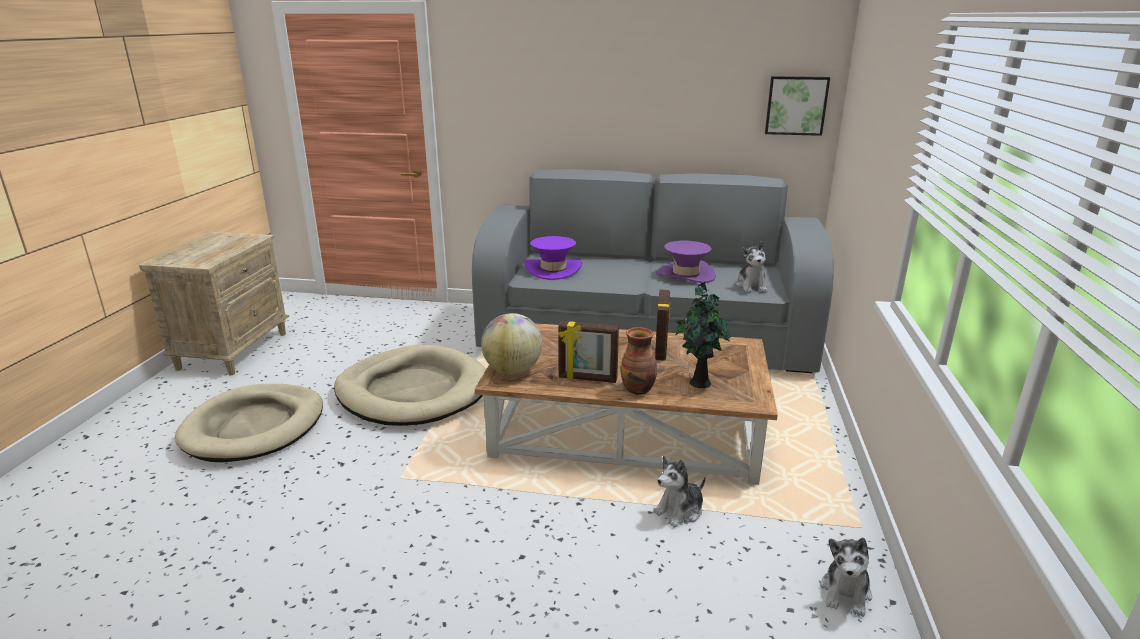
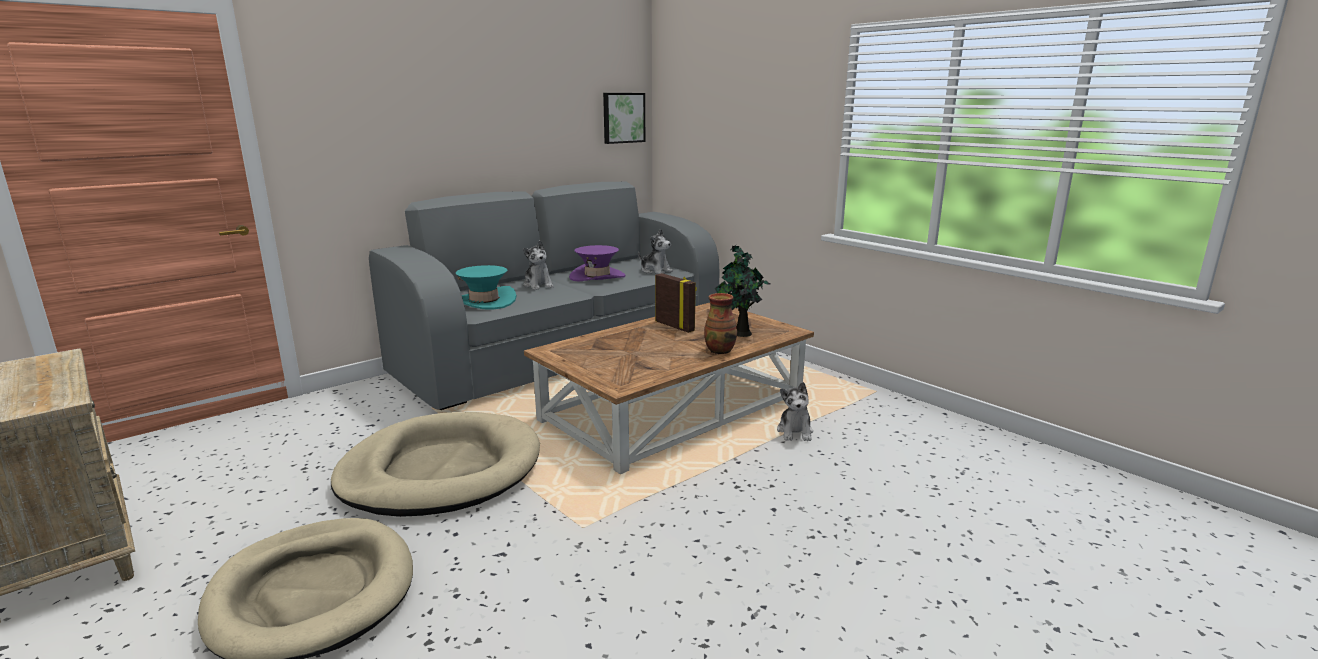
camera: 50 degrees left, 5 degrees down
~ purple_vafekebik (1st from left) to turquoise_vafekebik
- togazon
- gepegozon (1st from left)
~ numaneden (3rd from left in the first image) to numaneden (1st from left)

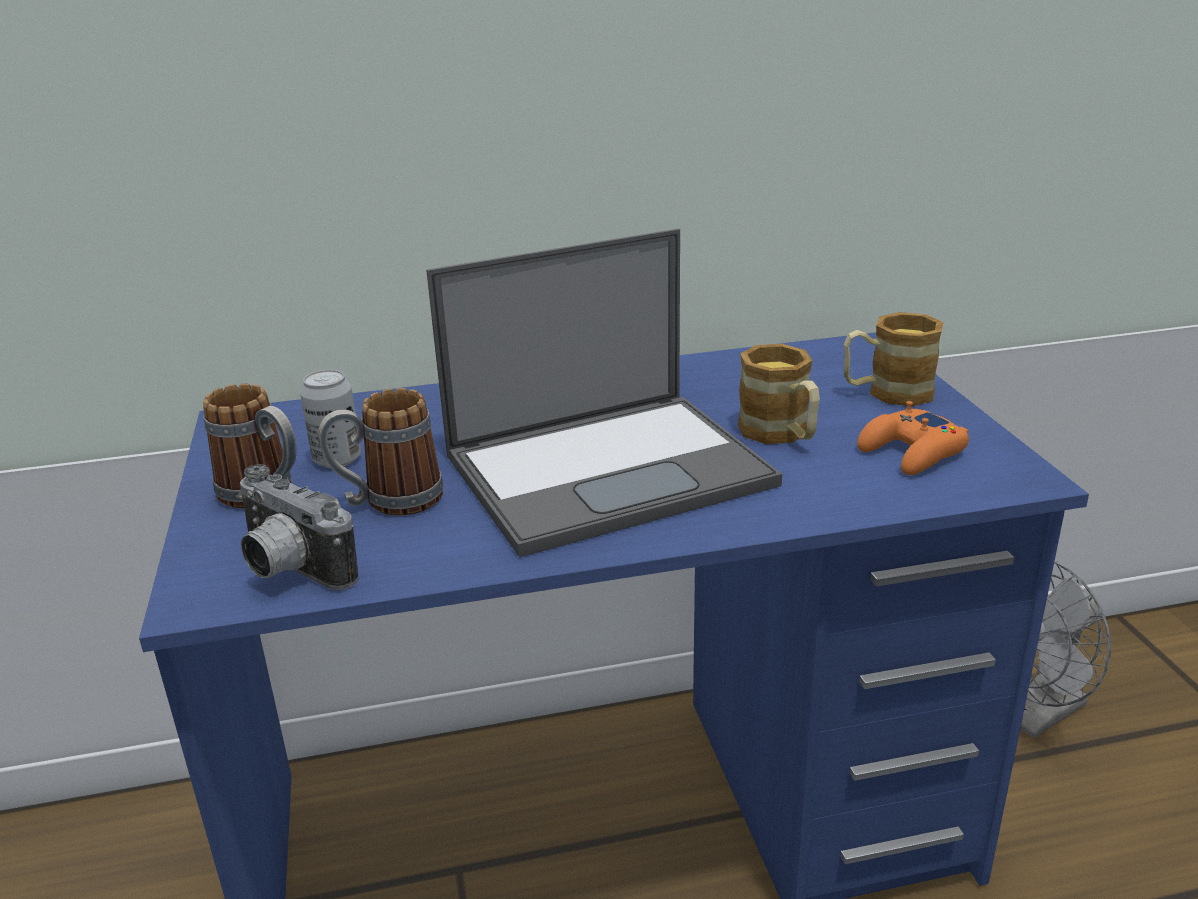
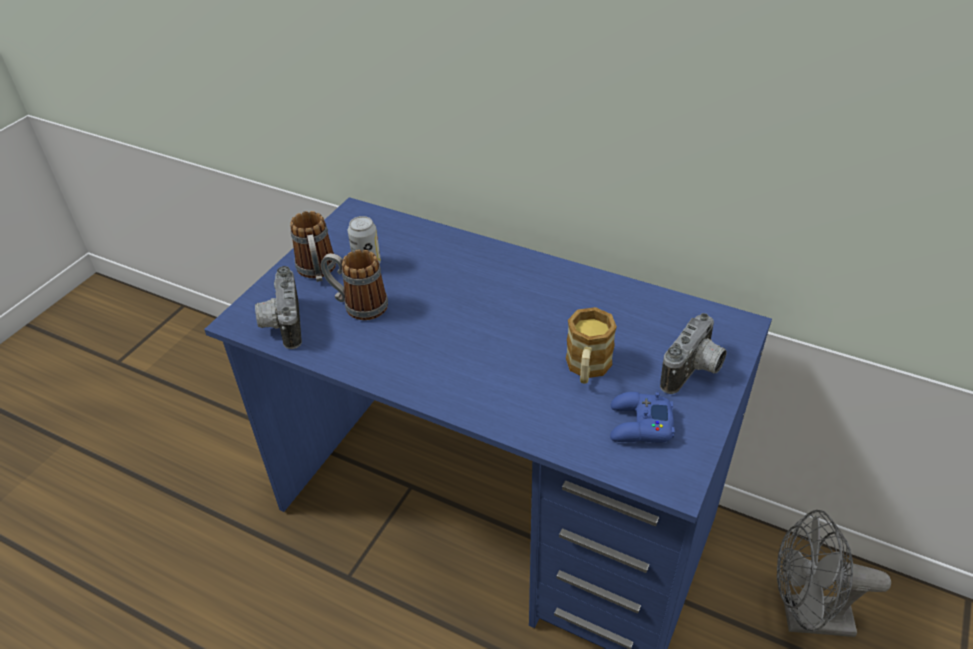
camera: 40 degrees right, 15 degrees up
- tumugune
~ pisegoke (4th from left) to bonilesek (2nd from left)
~ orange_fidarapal to blue_fidarapal

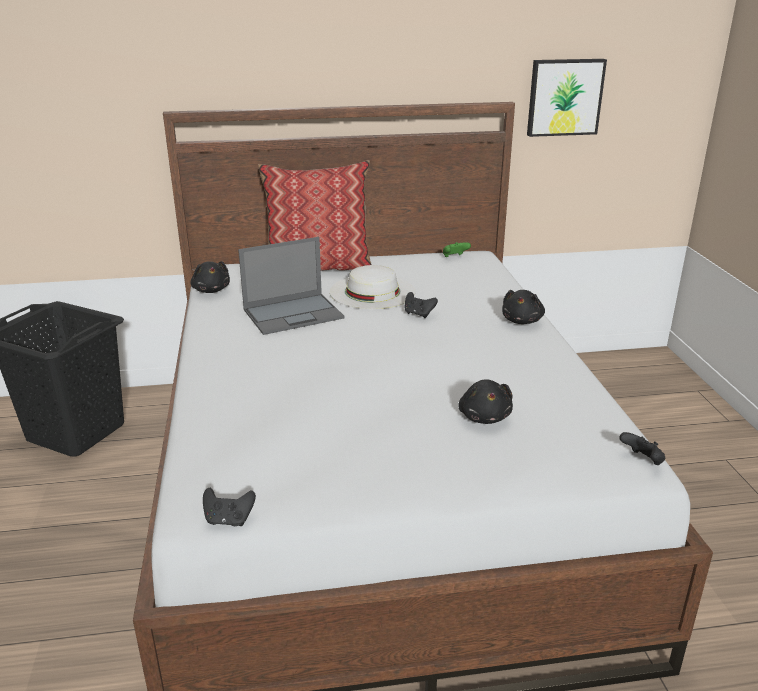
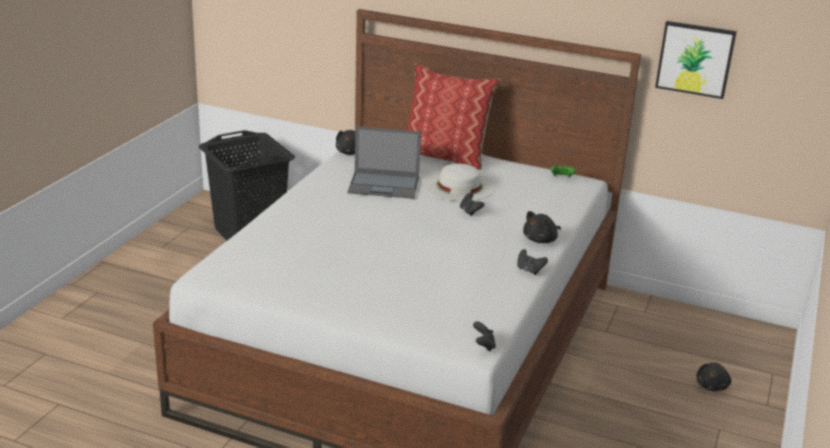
camera: 30 degrees right, 0 degrees up
~ black_numaneden (2nd from left in the first image) to black_numaneden (3rd from left)
~ black_fidarapal (1st from left in the first image) to black_fidarapal (3rd from left)

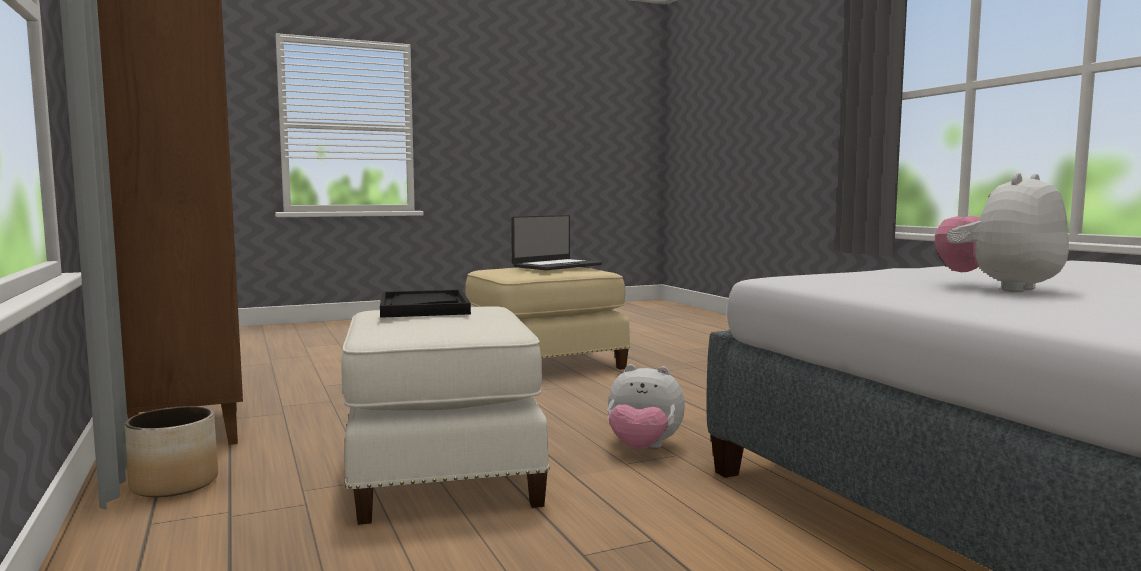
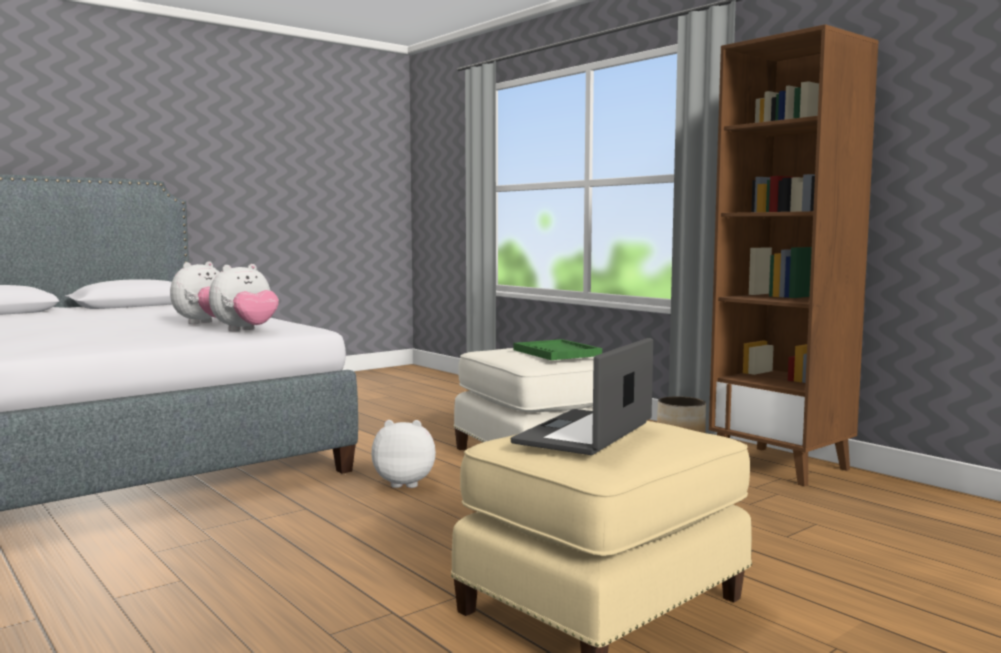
camera: 165 degrees right, 0 degrees up
~ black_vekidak to green_vekidak
+ numaneden (2nd from left)

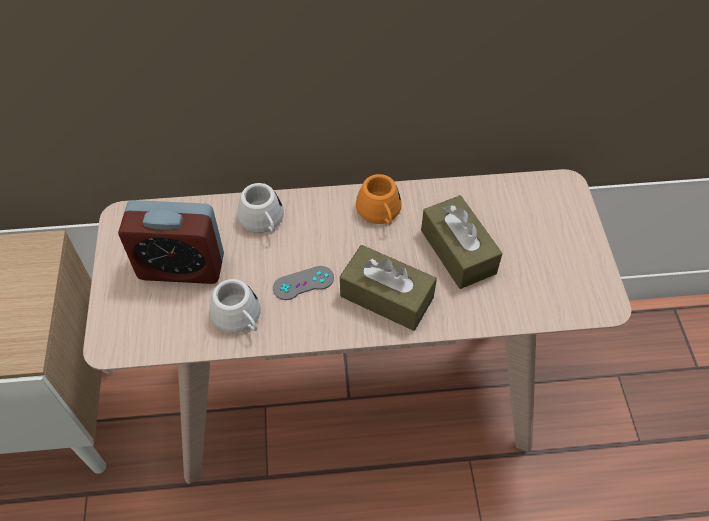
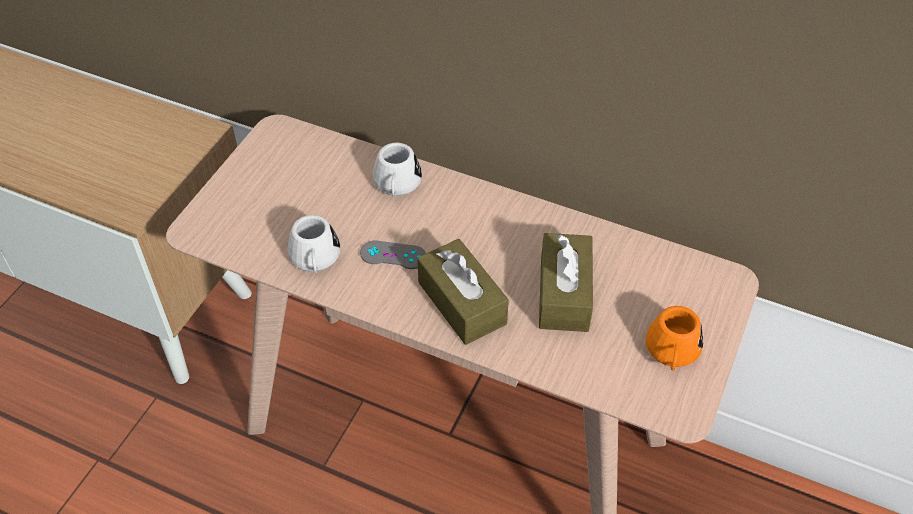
camera: 30 degrees right, 5 degrees down
~ orange_pisegoke
- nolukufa

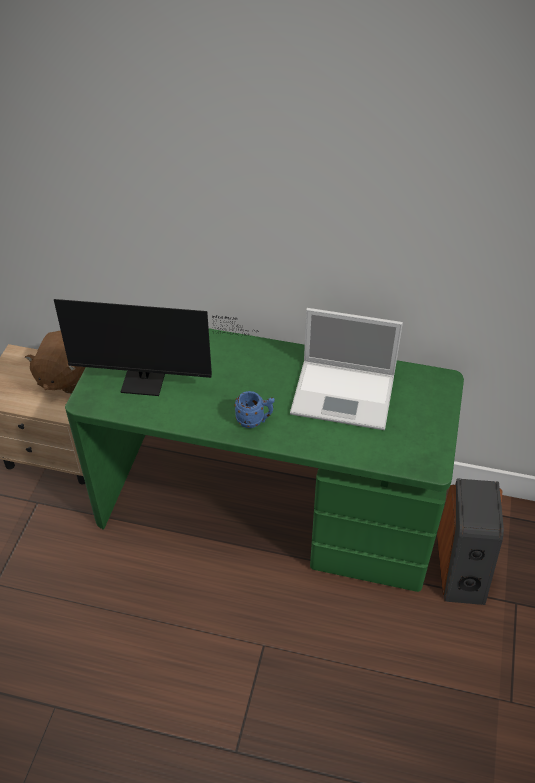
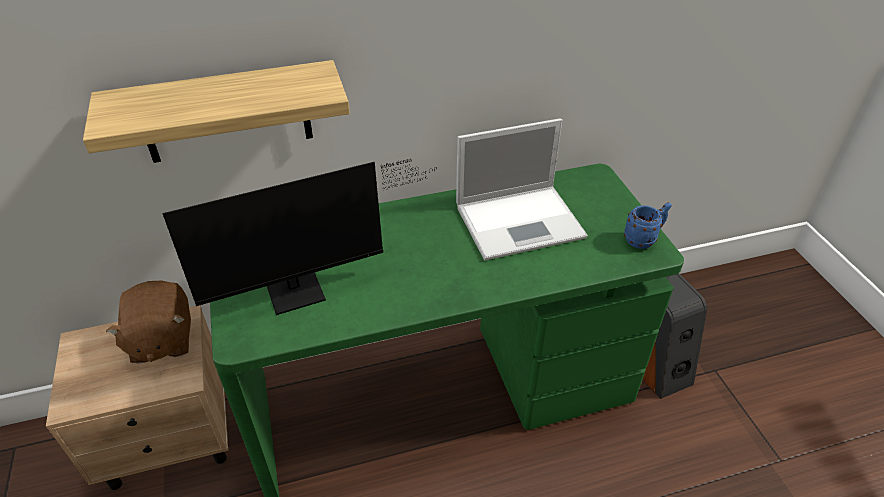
camera: 30 degrees left, 5 degrees down
~ blue_pisegoke
+ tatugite

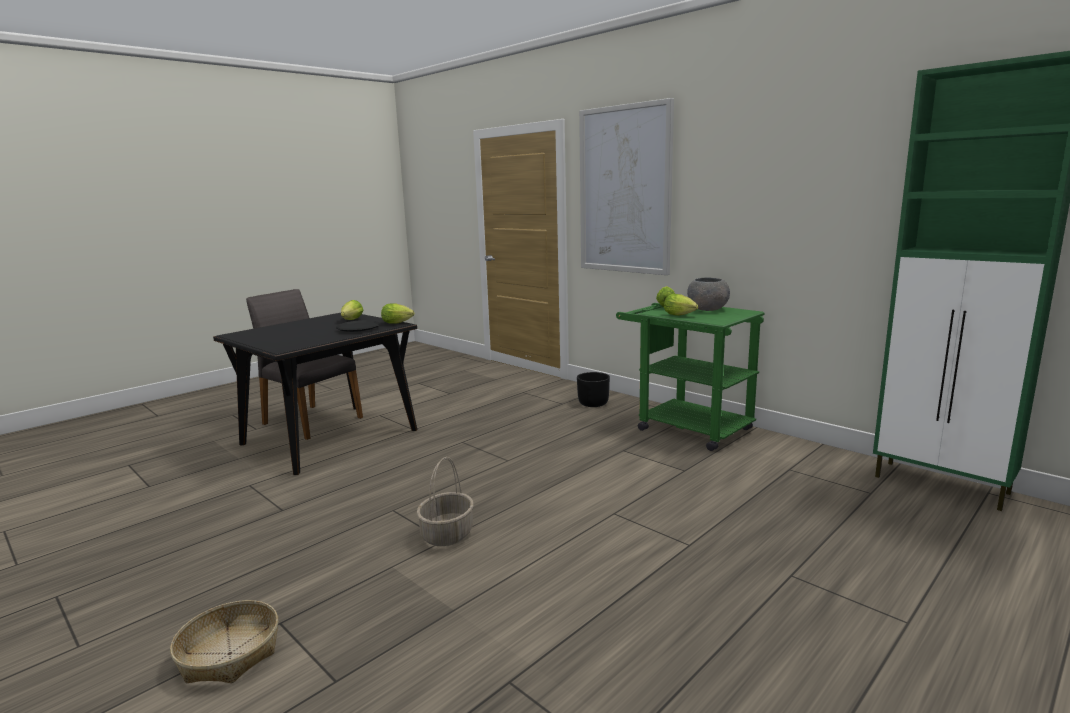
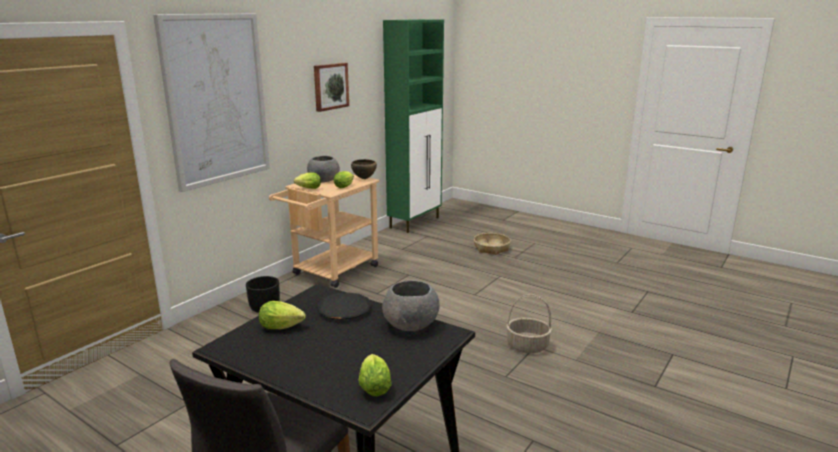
camera: 100 degrees left, 5 degrees up
~ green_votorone to beige_votorone
~ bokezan (2nd from left in the first image) to bokezan (4th from left)
~ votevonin (1st from left)
+ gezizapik (2nd from left)
+ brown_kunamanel
+ grey_kunamanel (2nd from left)

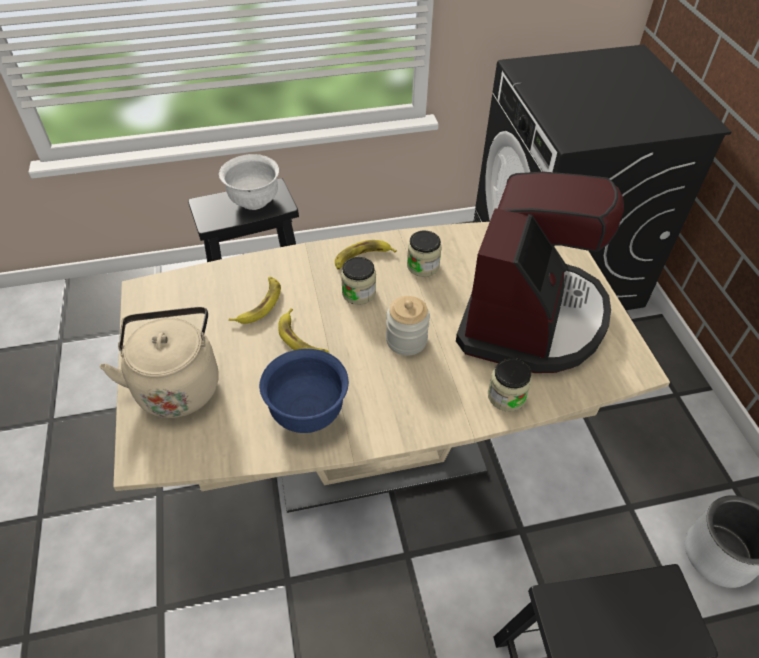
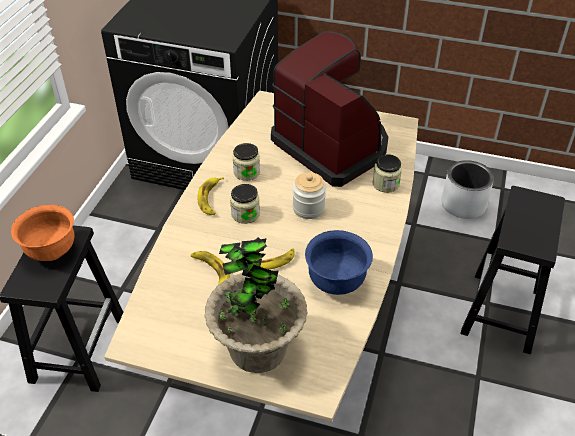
camera: 60 degrees left, 5 degrees down
~ white_kunamanel to orange_kunamanel
~ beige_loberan to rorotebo

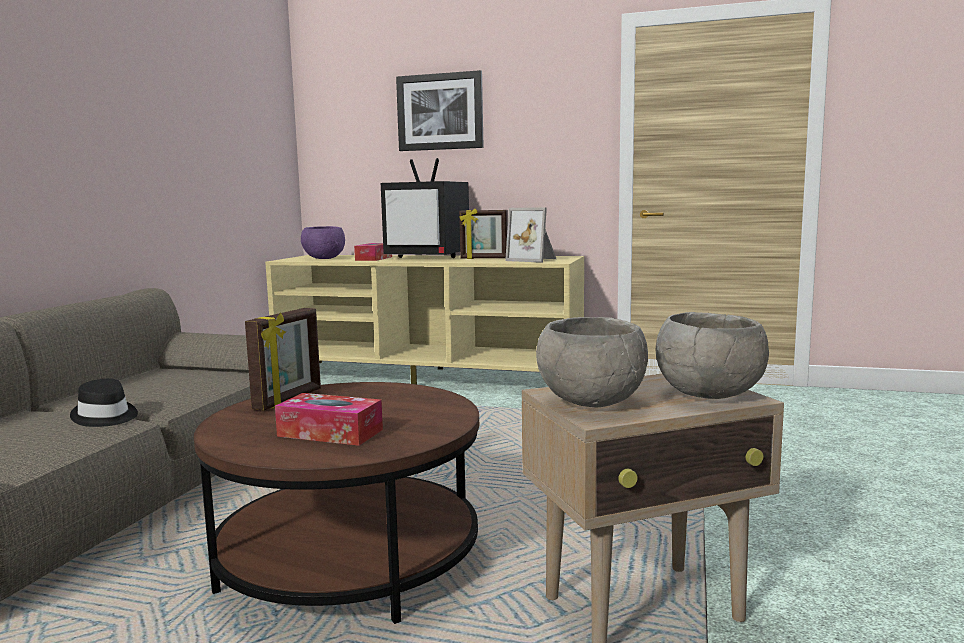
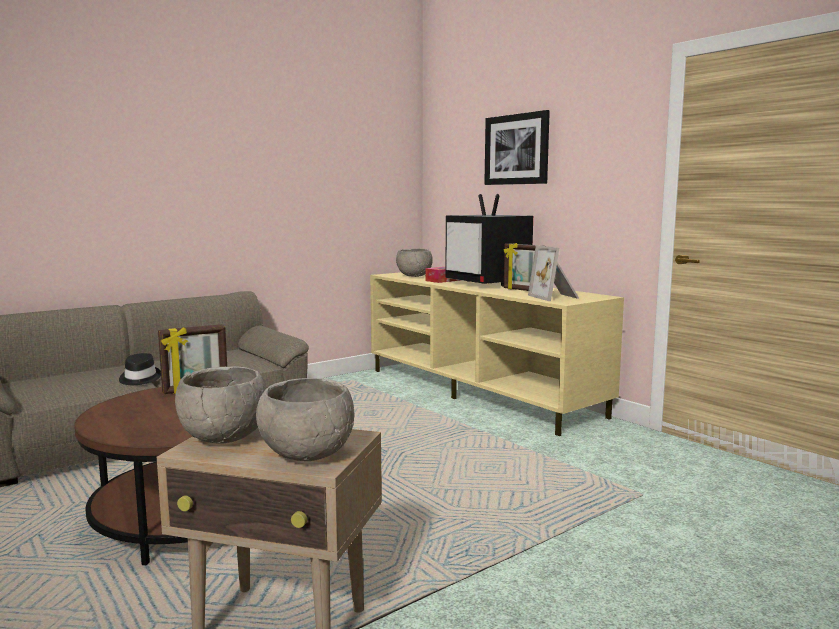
camera: 35 degrees right, 0 degrees up
~ purple_kunamanel to grey_kunamanel (3rd from left)
- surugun (1st from left)

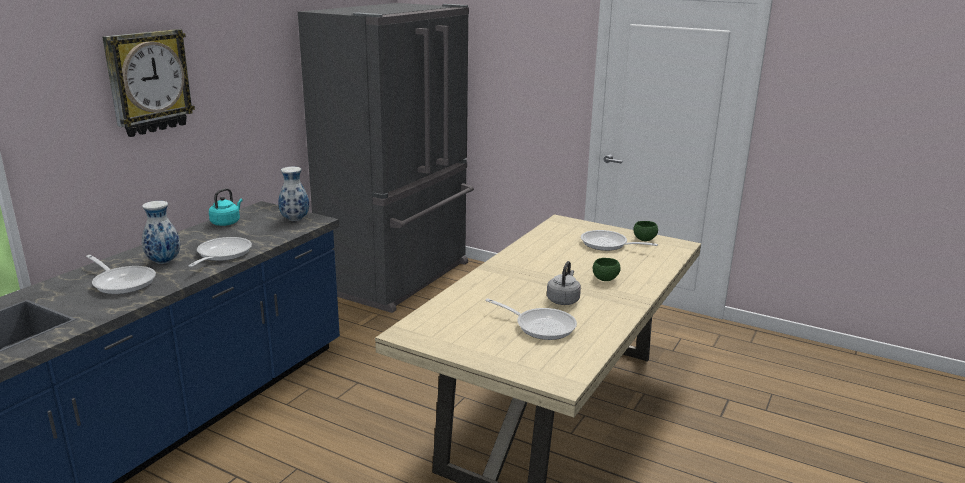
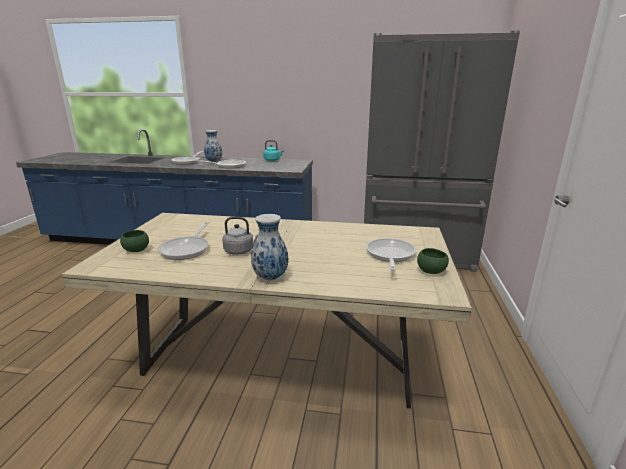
camera: 70 degrees right, 0 degrees up
- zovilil
~ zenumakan (2nd from left)
~ green_kunamanel (1st from left)

